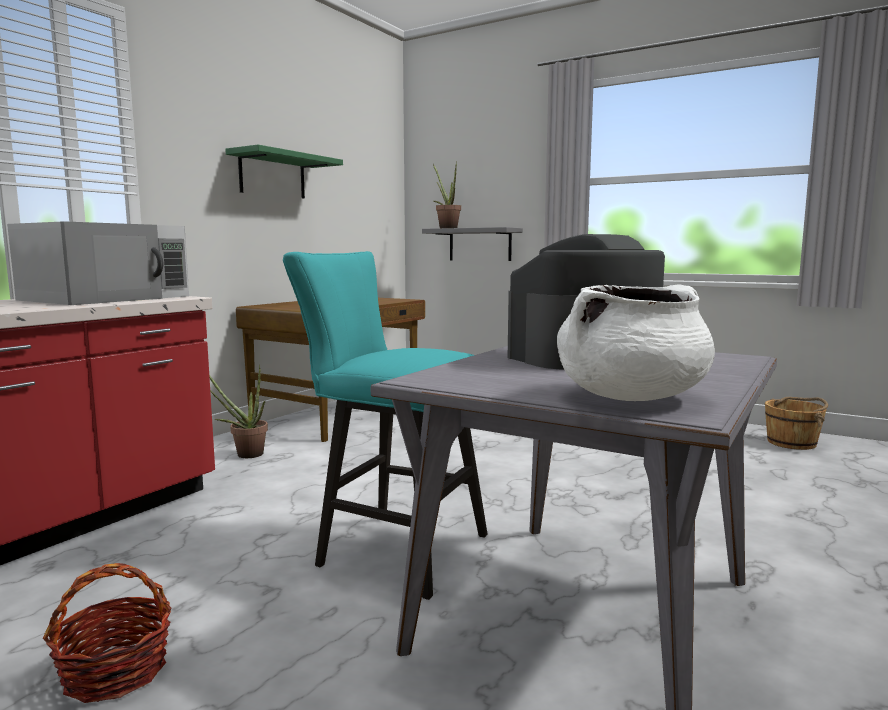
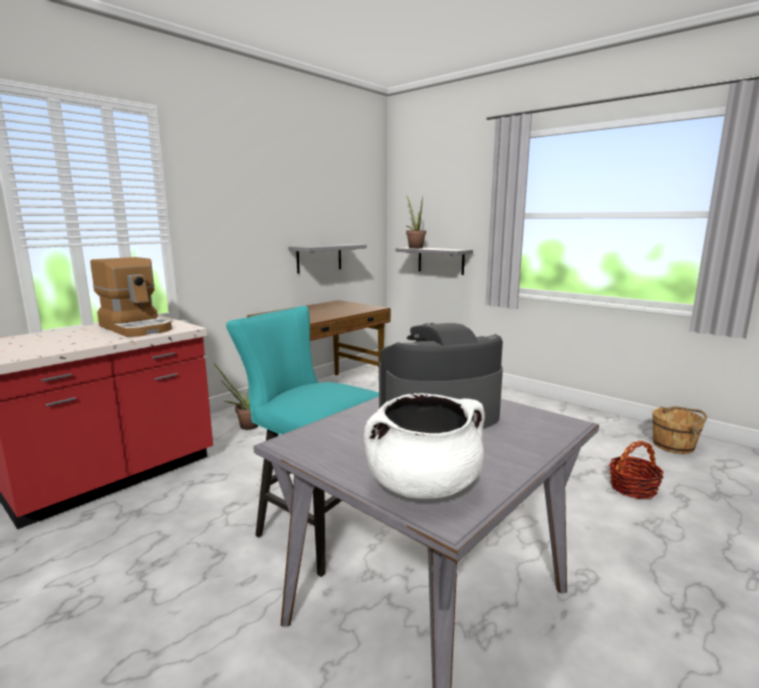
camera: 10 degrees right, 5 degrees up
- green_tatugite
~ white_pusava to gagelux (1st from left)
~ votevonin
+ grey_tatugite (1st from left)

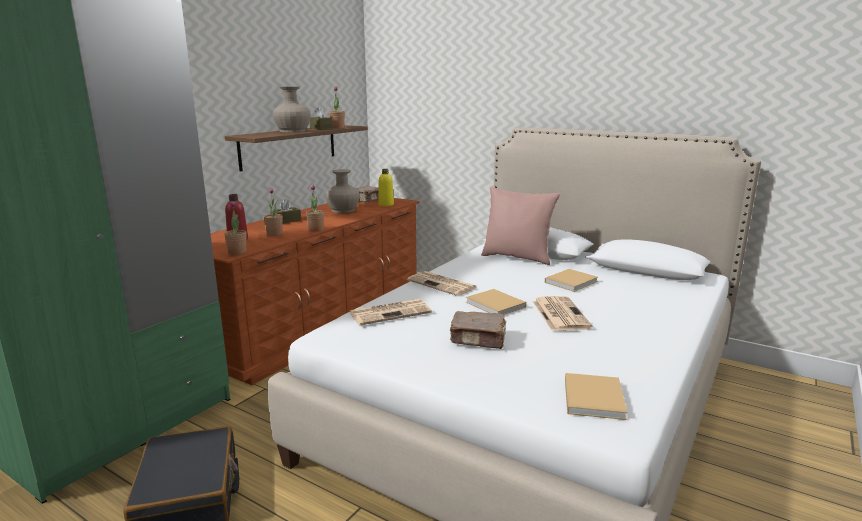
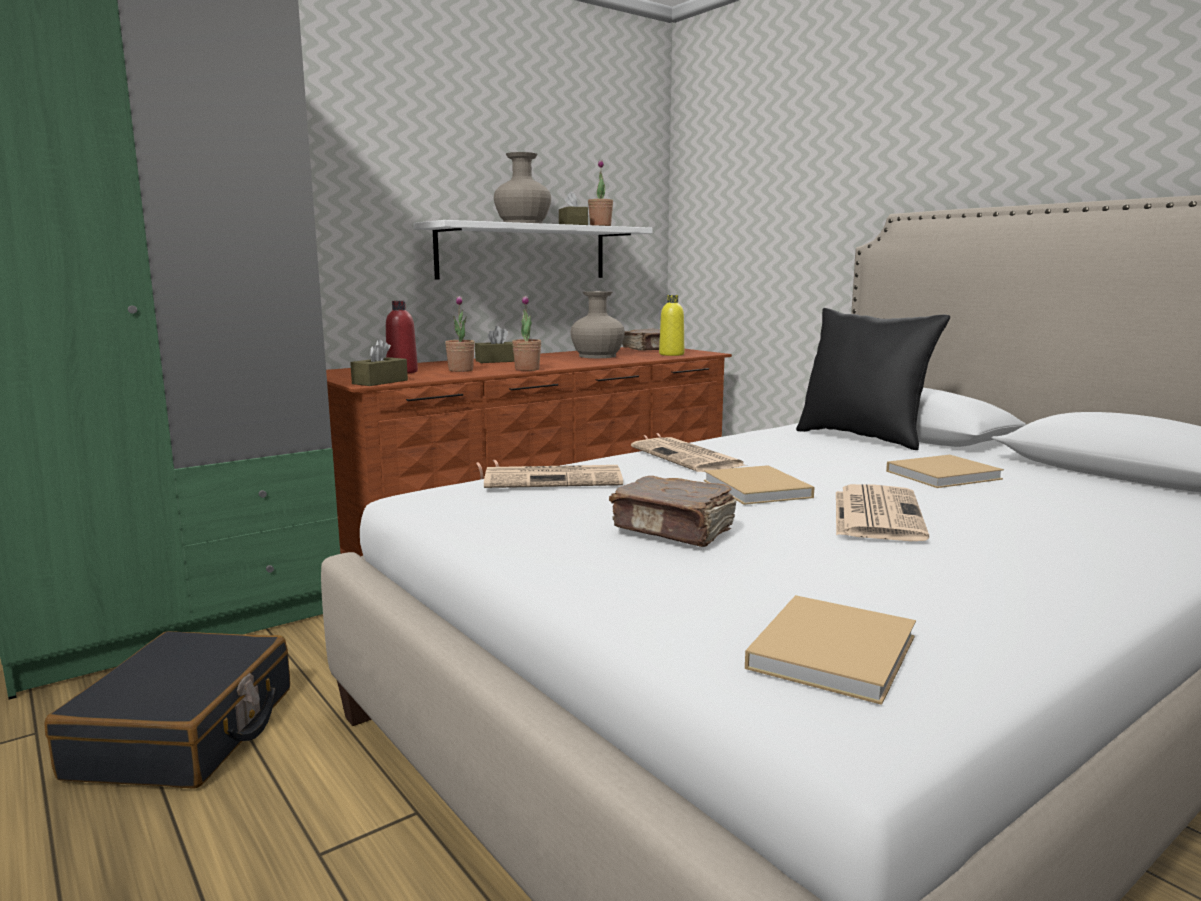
camera: 20 degrees right, 5 degrees down
~ brown_tatugite to white_tatugite
~ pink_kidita to black_kidita
~ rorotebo (1st from left) to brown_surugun (1st from left)

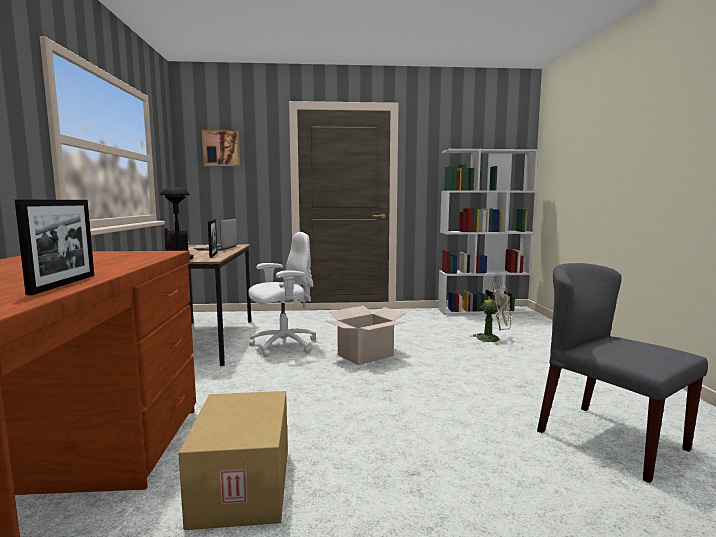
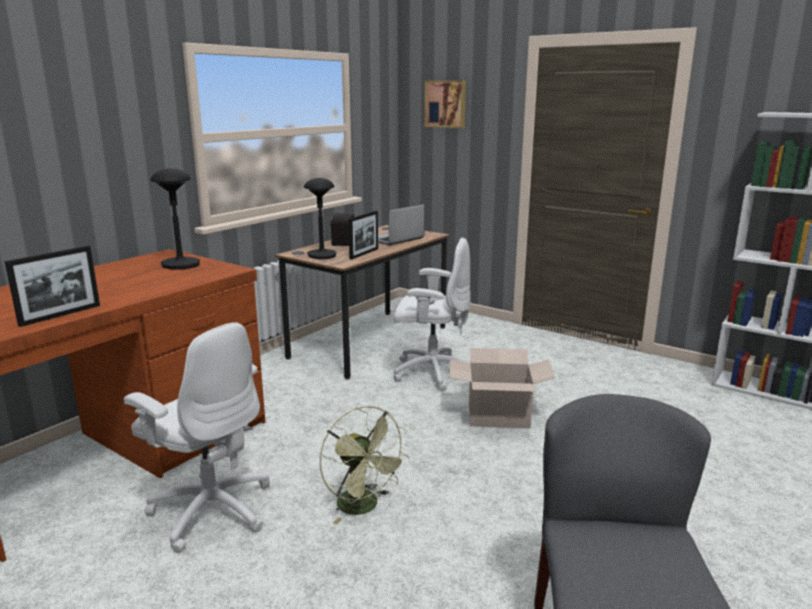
camera: 40 degrees right, 10 degrees up
~ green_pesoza
~ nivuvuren (1st from left) to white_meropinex (1st from left)
+ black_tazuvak (1st from left)

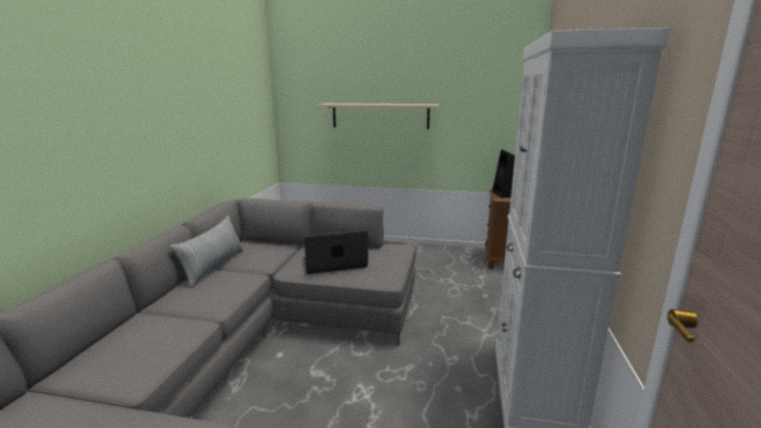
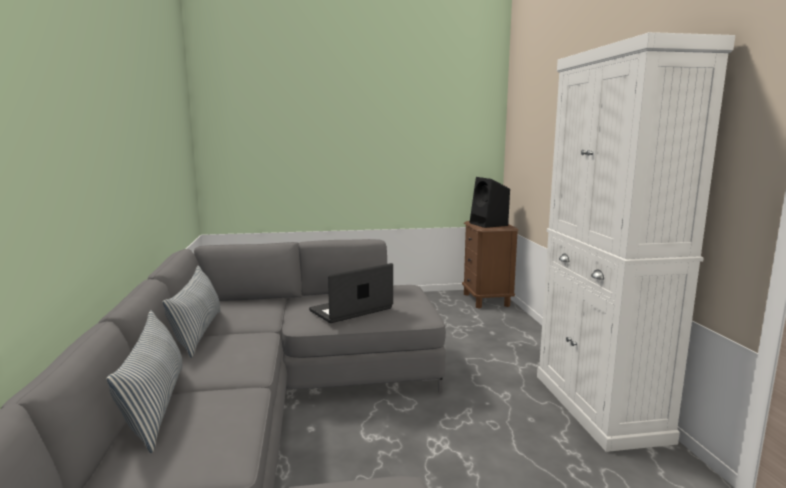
camera: 20 degrees left, 5 degrees down
- beige_tatugite
+ kidita (1st from left)

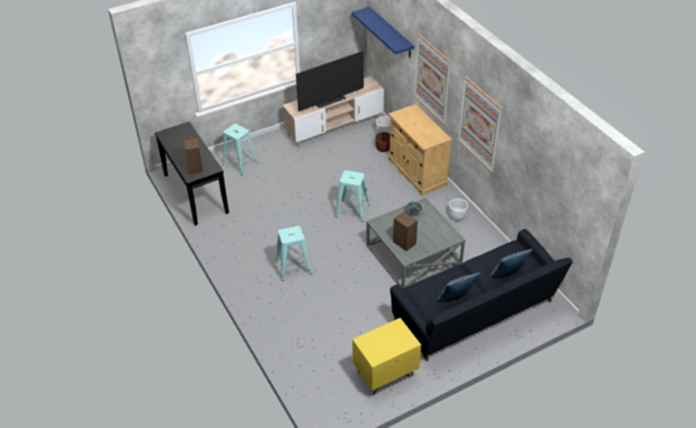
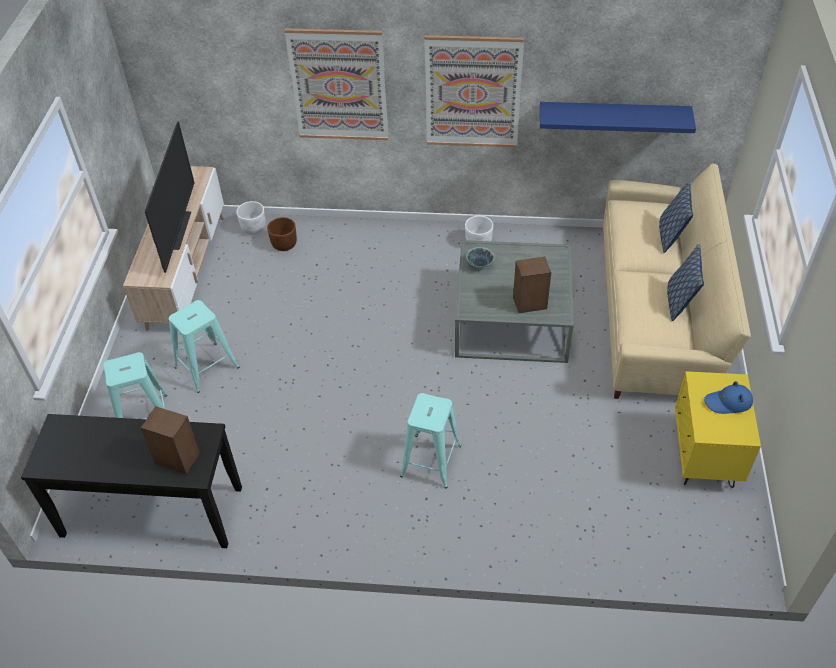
camera: 55 degrees left, 5 degrees up
~ blue_tatugite
- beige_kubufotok
~ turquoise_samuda (3rd from left in the first image) to turquoise_samuda (2nd from left)
~ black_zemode to beige_zemode
+ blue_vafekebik

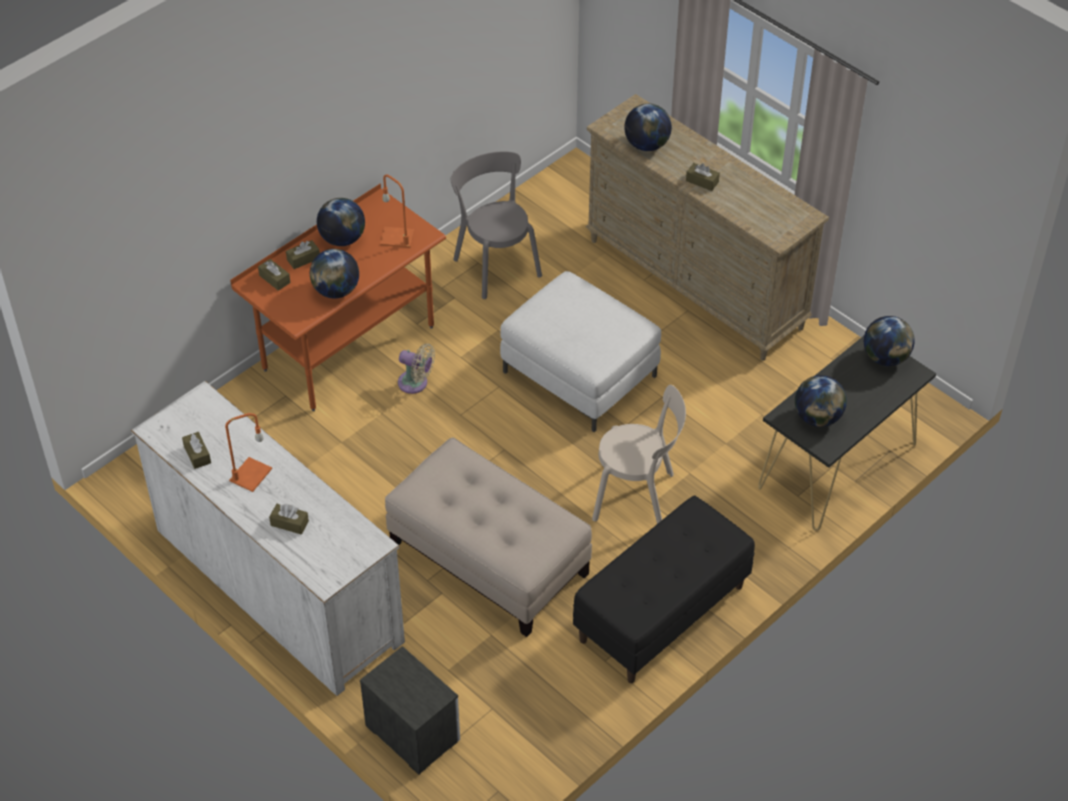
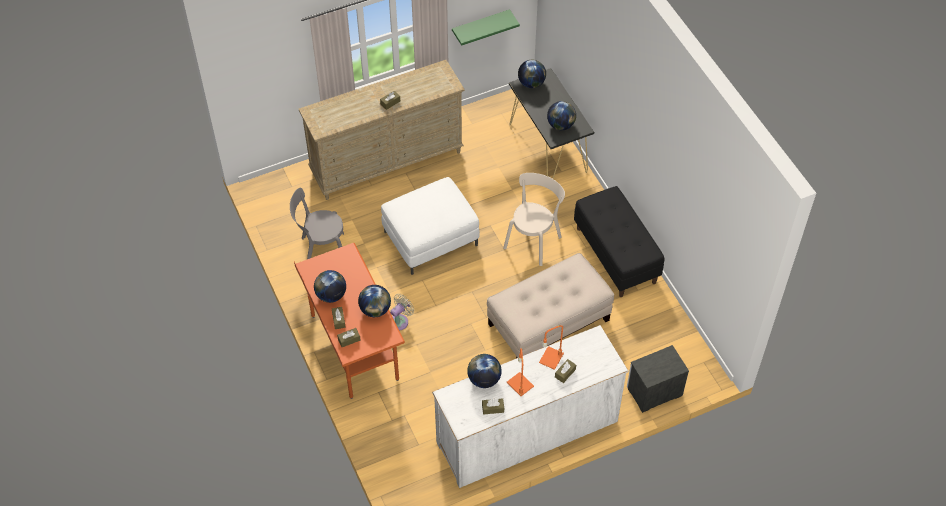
camera: 70 degrees left, 5 degrees up
~ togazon (3rd from left)
~ orange_tazuvak (2nd from left)
+ green_tatugite

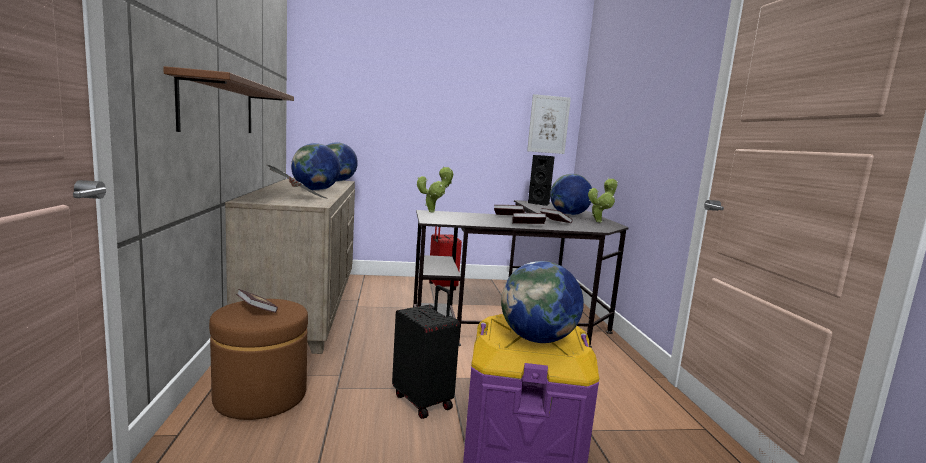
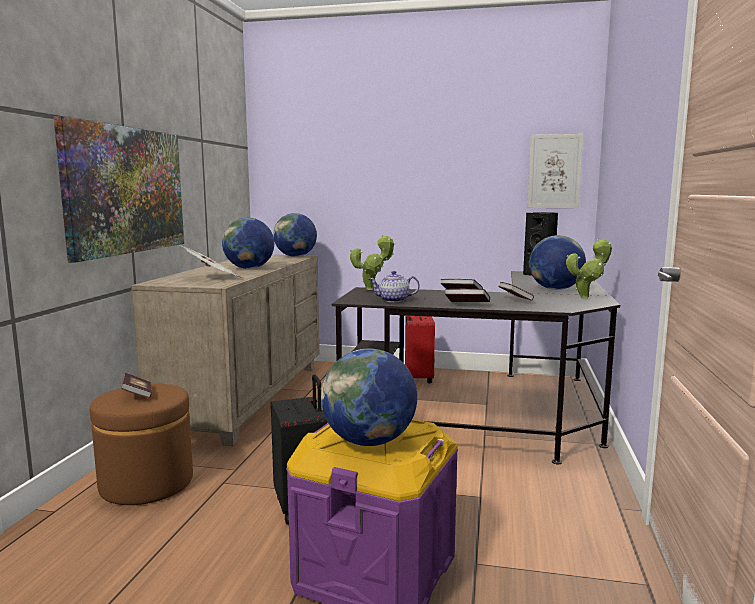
camera: 20 degrees right, 0 degrees up
~ brown_tatugite to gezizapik (1st from left)
+ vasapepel

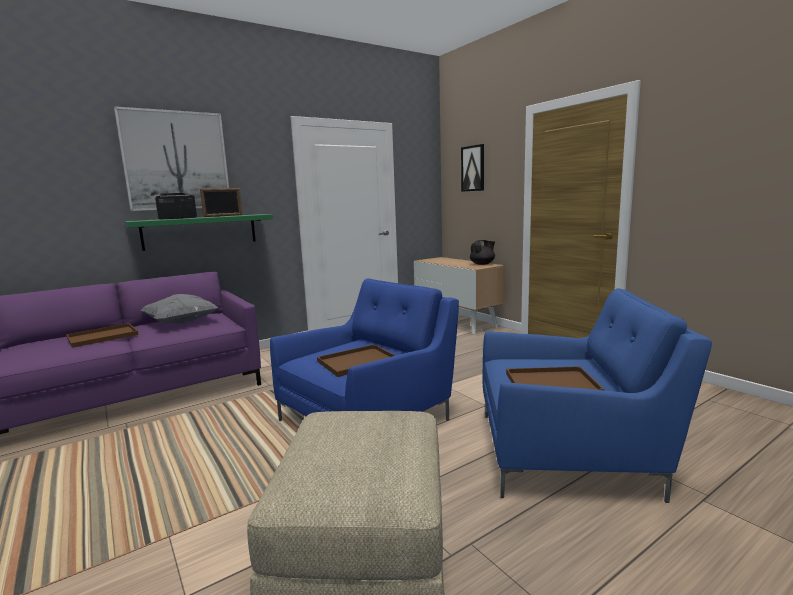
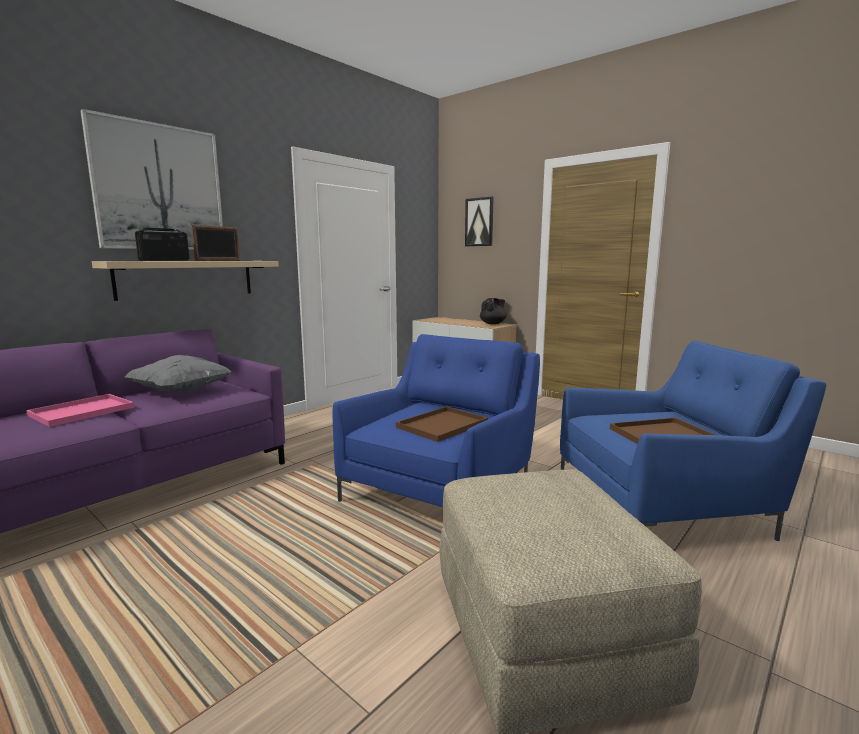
camera: 15 degrees left, 0 degrees up
~ green_tatugite to beige_tatugite
~ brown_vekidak (1st from left) to pink_vekidak

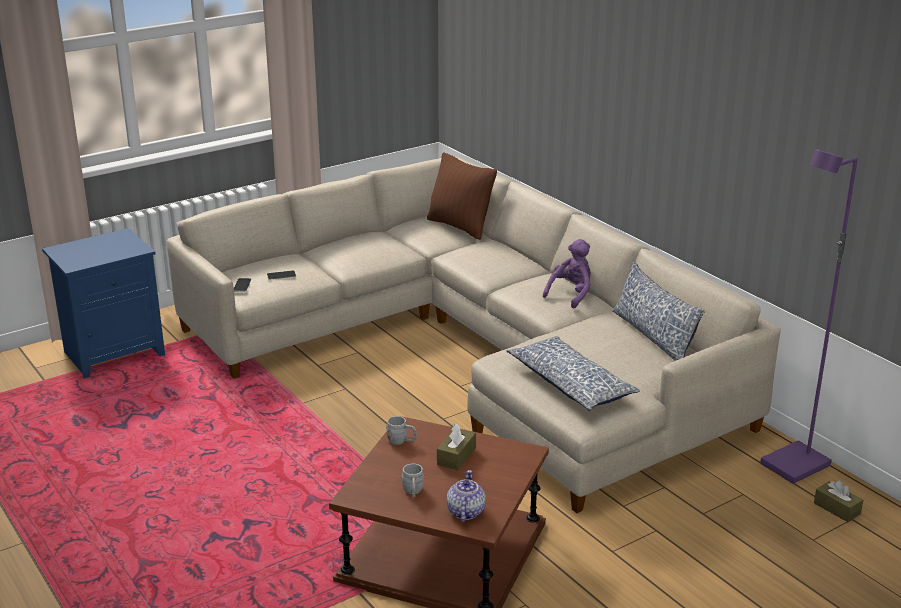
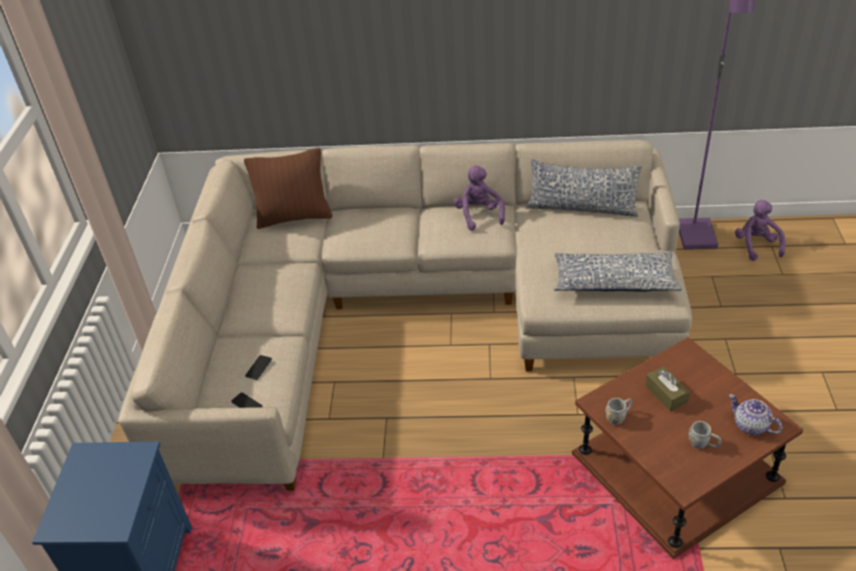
camera: 50 degrees left, 15 degrees up
~ brown_surugun (2nd from left) to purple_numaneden (2nd from left)

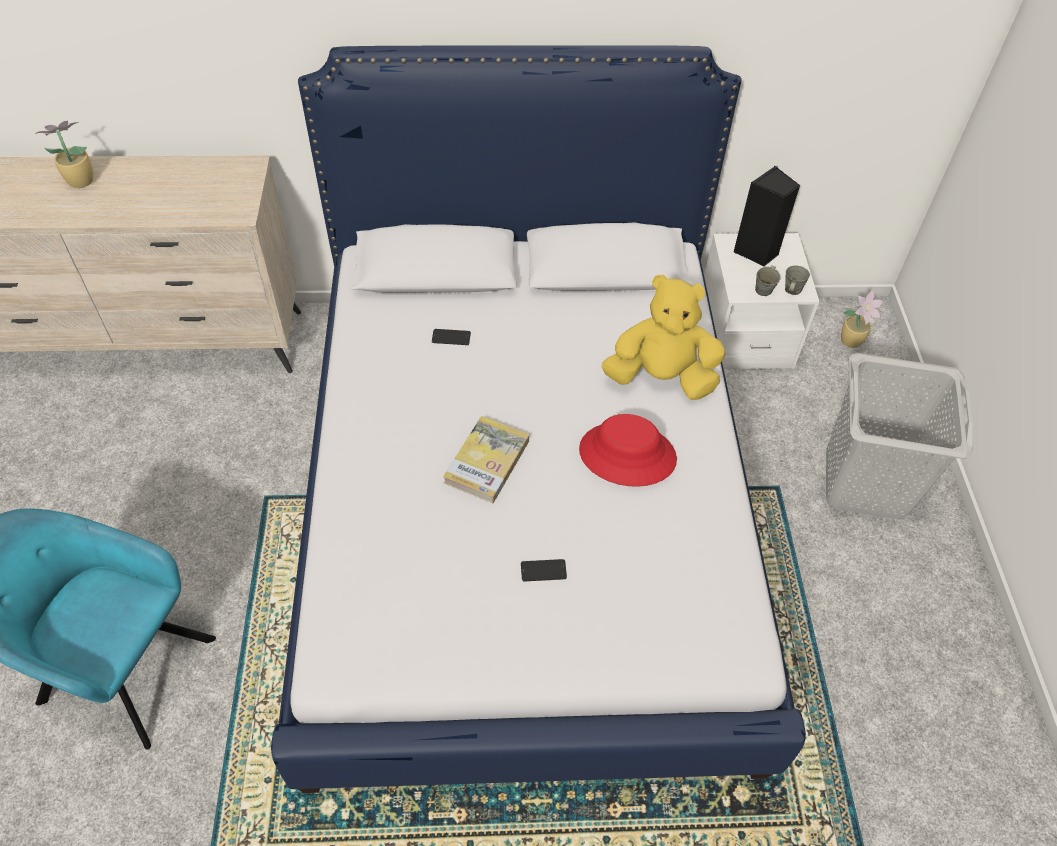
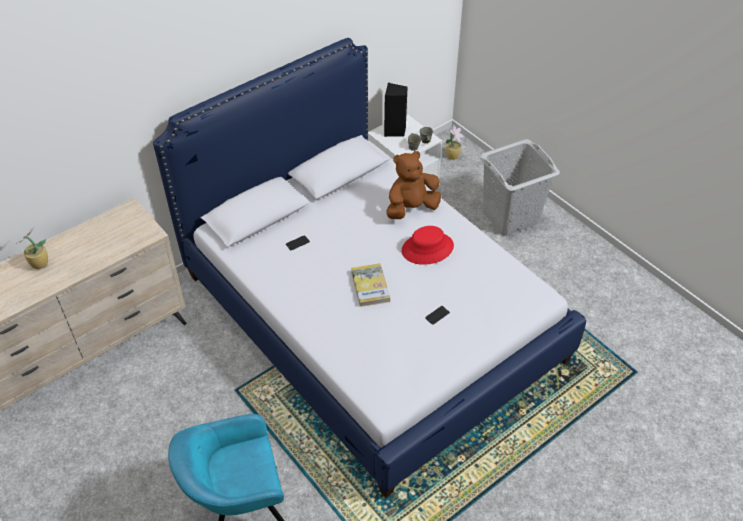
camera: 35 degrees left, 5 degrees down
~ yellow_numaneden to brown_numaneden

